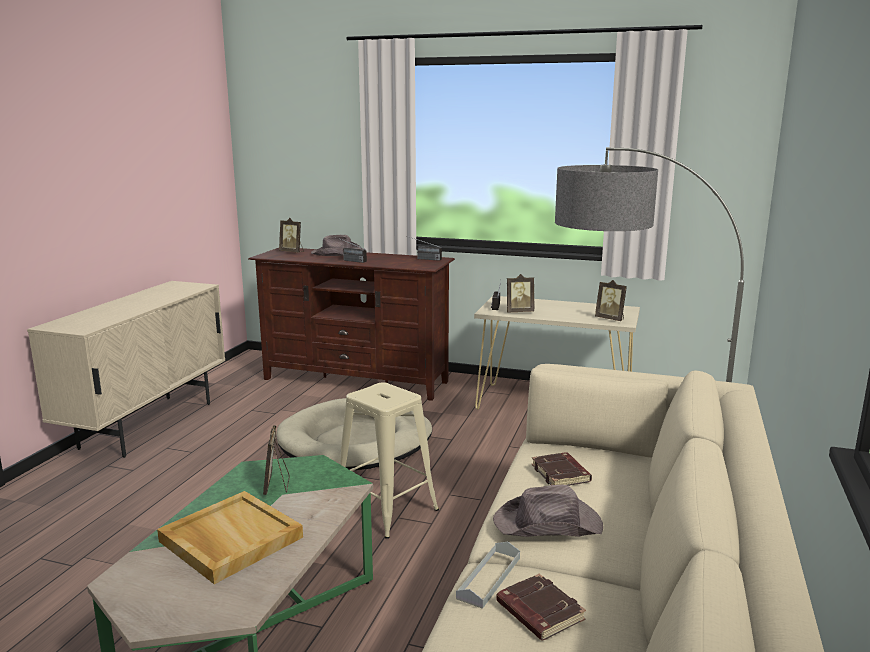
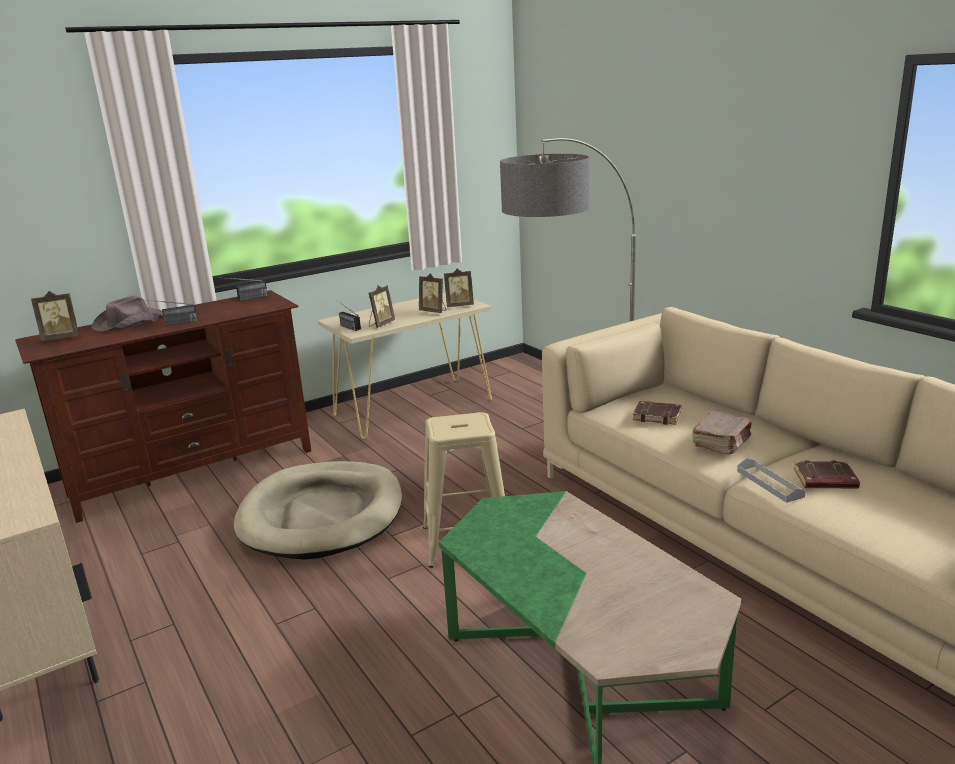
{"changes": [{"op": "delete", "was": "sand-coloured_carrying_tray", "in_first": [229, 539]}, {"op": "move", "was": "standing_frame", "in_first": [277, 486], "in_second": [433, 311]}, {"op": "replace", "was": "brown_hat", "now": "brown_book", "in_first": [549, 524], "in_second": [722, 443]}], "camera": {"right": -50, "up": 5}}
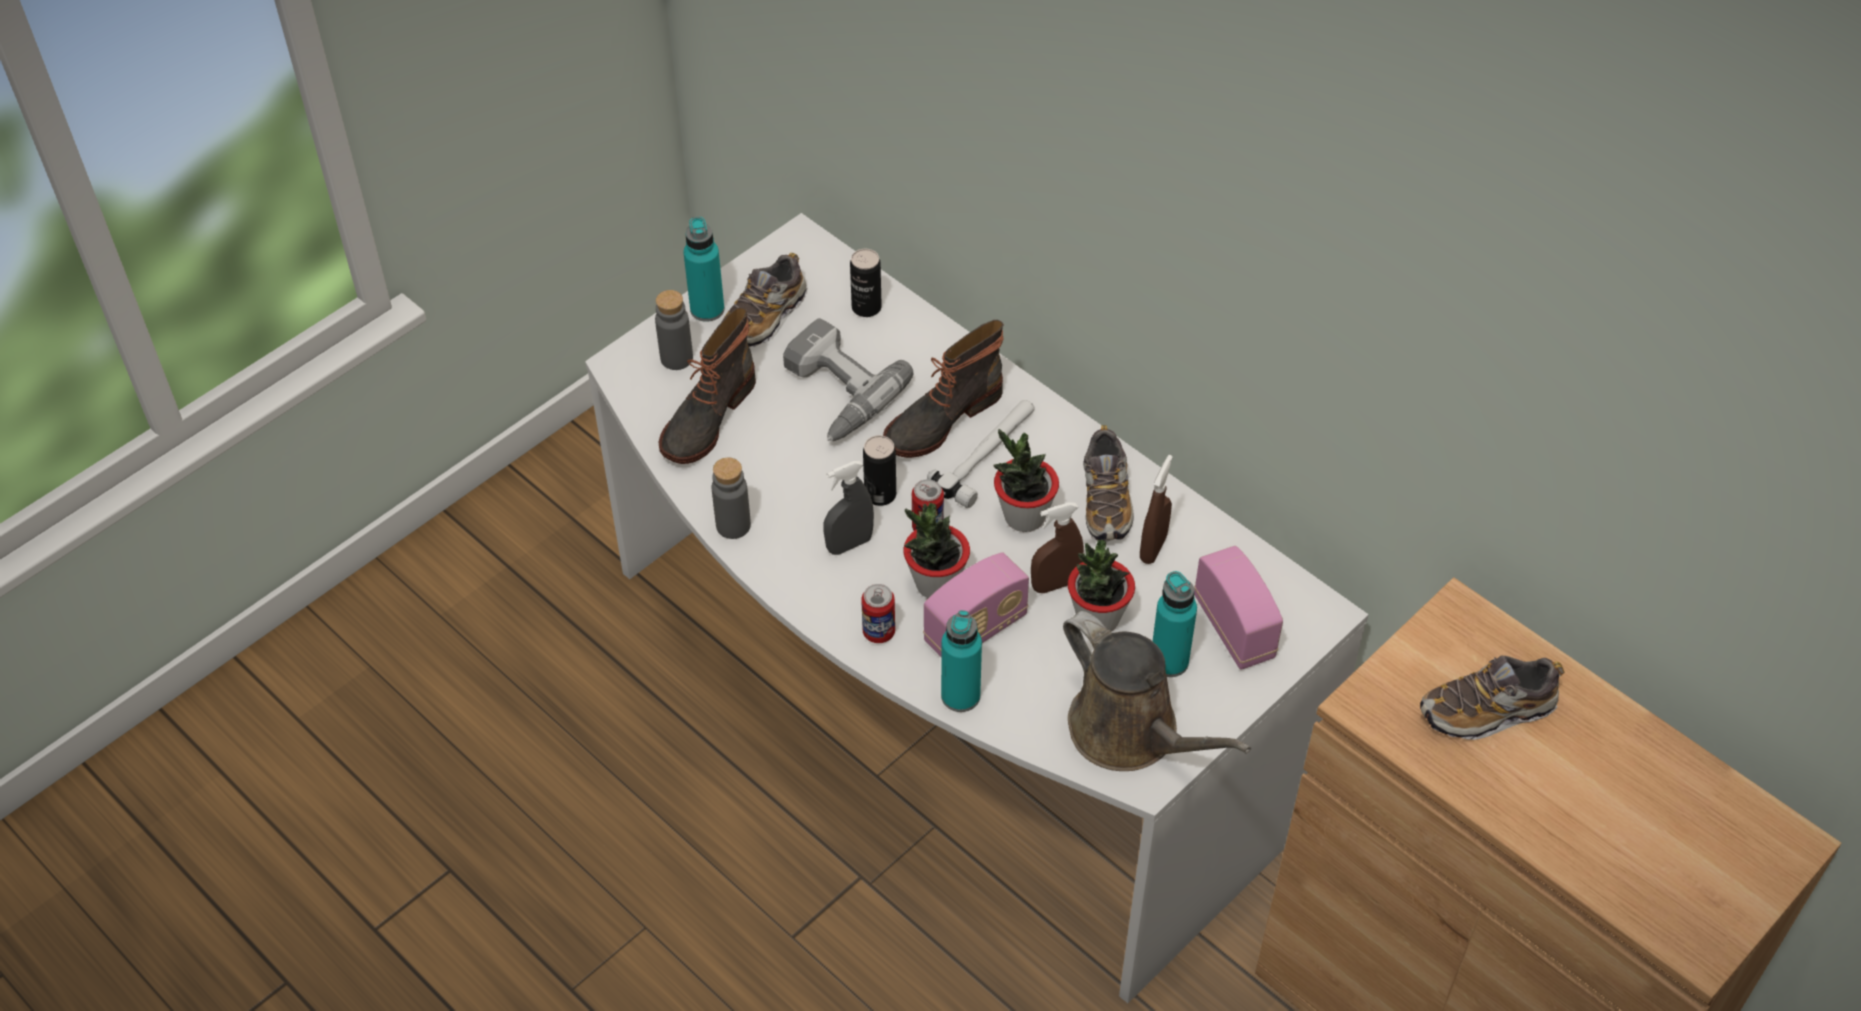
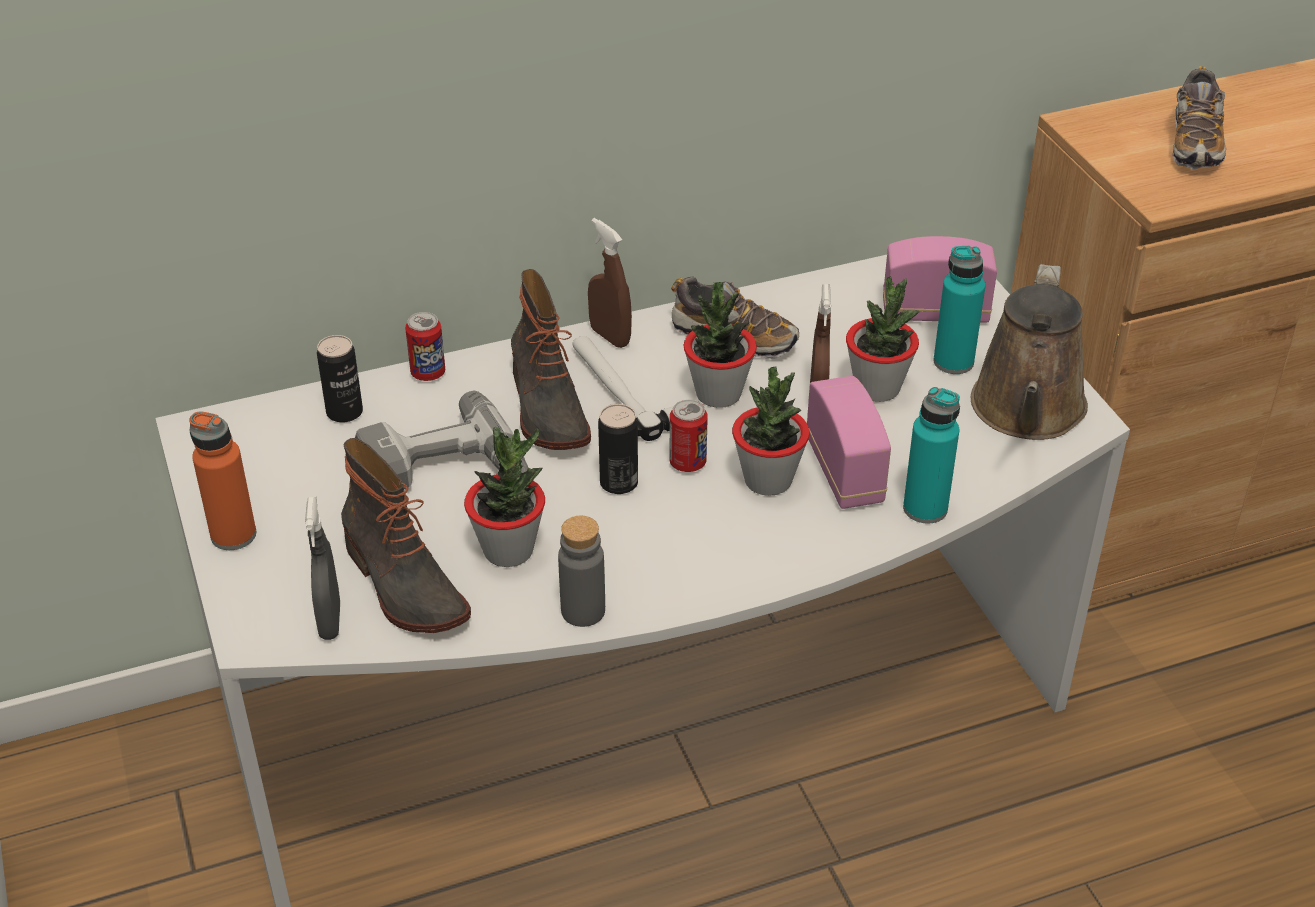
{"changes": [{"op": "delete", "was": "gray_drink_bottle", "in_first": [676, 358]}, {"op": "recolor", "was": "blue-green_drink_bottle", "now": "orange-coloured_drink_bottle", "in_first": [707, 309], "in_second": [233, 535]}, {"op": "delete", "was": "item_of_footwear", "in_first": [764, 318]}, {"op": "move", "was": "gray_sprayer", "in_first": [849, 544], "in_second": [330, 621]}, {"op": "move", "was": "metal_can", "in_first": [879, 632], "in_second": [428, 373]}, {"op": "rotate", "was": "brown_sprinkling_can", "in_first": [1131, 733], "in_second": [1027, 412], "clockwise": 120}, {"op": "move", "was": "brown_sprayer", "in_first": [1153, 548], "in_second": [610, 336]}, {"op": "insert", "now": "houseplant", "in_second": [509, 550]}], "camera": {"right": -65, "up": -10}}
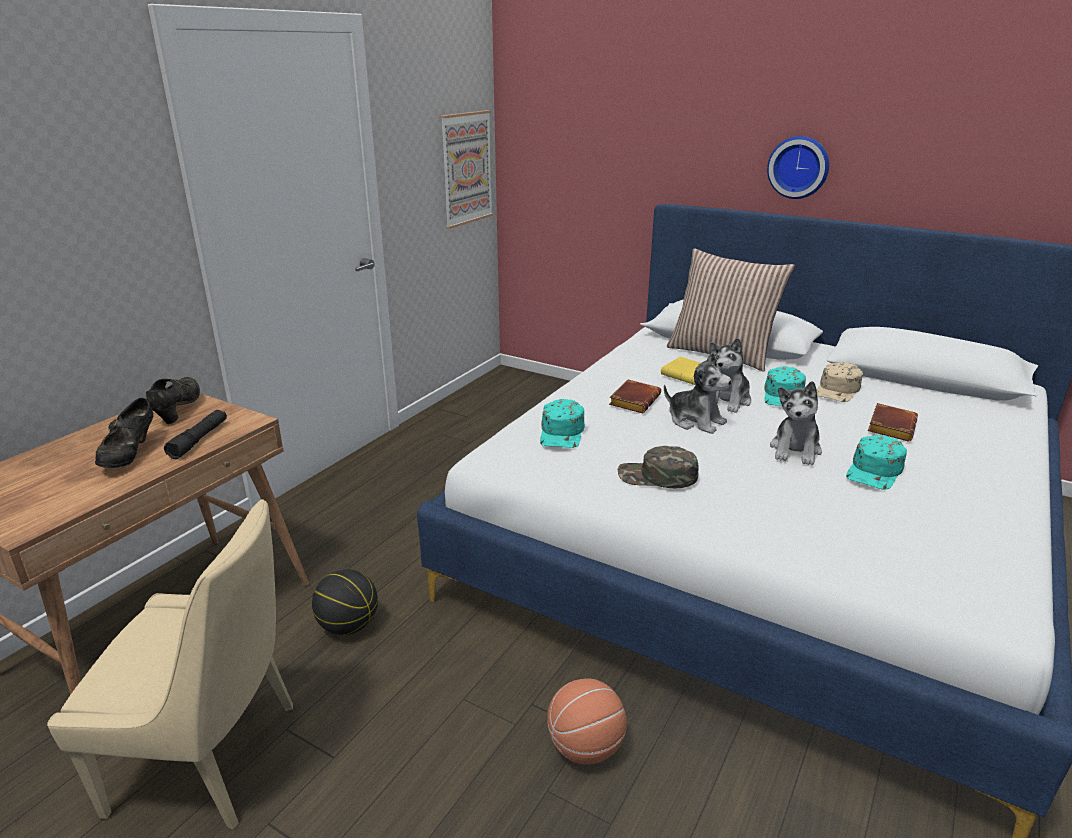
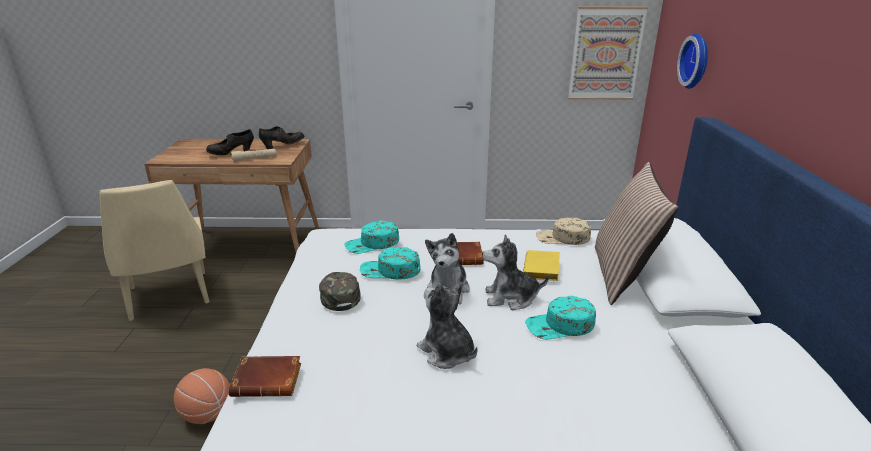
{"changes": [{"op": "recolor", "was": "black-coloured_torch", "now": "sand-coloured_torch", "in_first": [199, 440], "in_second": [255, 158]}, {"op": "delete", "was": "basketball", "in_first": [348, 626]}, {"op": "move", "was": "hanging_clock", "in_first": [799, 167], "in_second": [697, 61]}, {"op": "rotate", "was": "cuddly_toy", "in_first": [795, 450], "in_second": [447, 353], "clockwise": 60}, {"op": "move", "was": "sand-coloured_baseball_cap", "in_first": [837, 390], "in_second": [562, 238]}, {"op": "move", "was": "blue-green_baseball_cap", "in_first": [875, 471], "in_second": [390, 270]}, {"op": "move", "was": "brown_book", "in_first": [889, 426], "in_second": [269, 380]}], "camera": {"right": 60, "up": 0}}
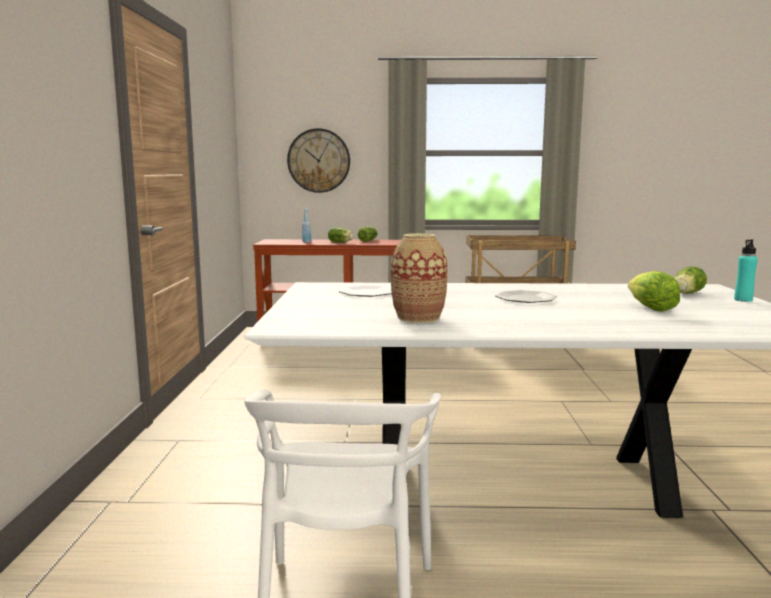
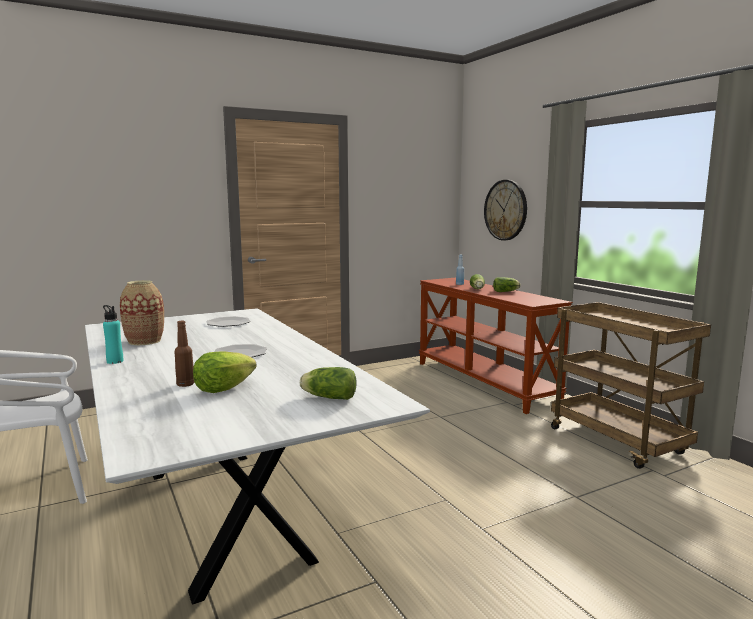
{"changes": [{"op": "move", "was": "blue-green_drink_bottle", "in_first": [743, 300], "in_second": [115, 361]}, {"op": "insert", "now": "brown_drink_bottle", "in_second": [185, 384]}], "camera": {"right": 60, "up": 0}}
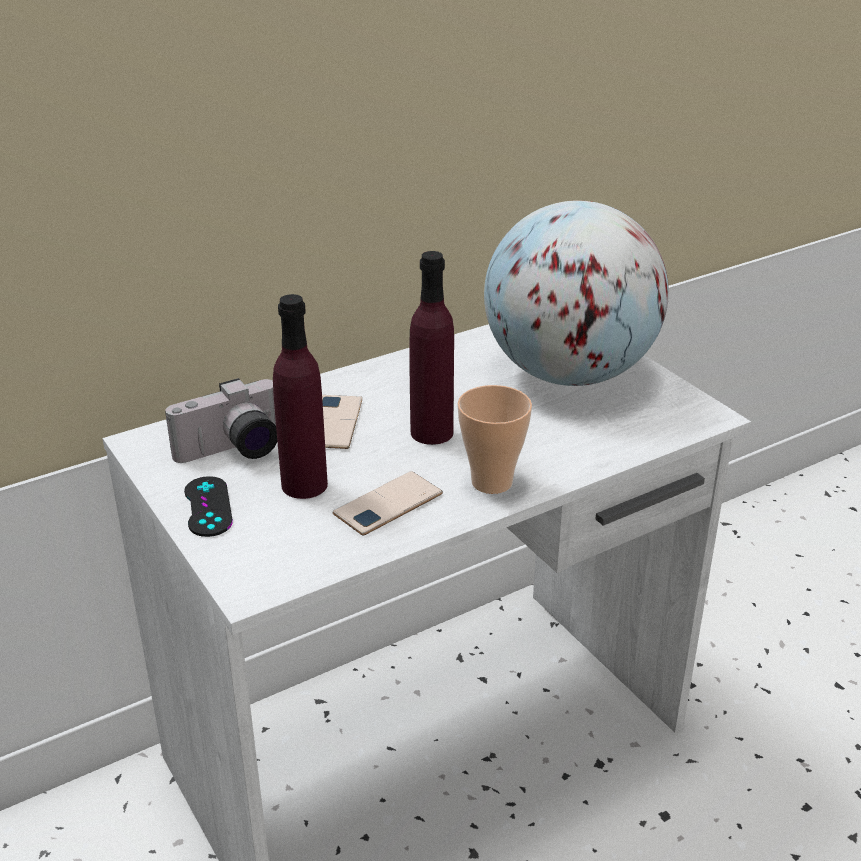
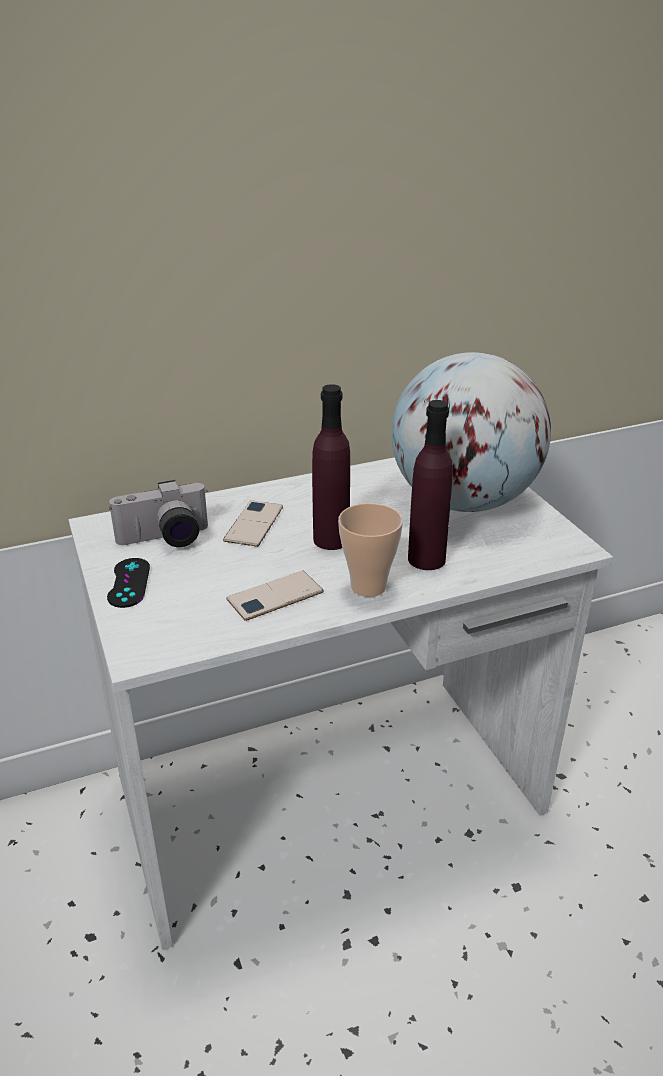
{"changes": [{"op": "move", "was": "purple-coloured_drink_bottle", "in_first": [304, 485], "in_second": [426, 559]}], "camera": {"right": 10, "up": 0}}
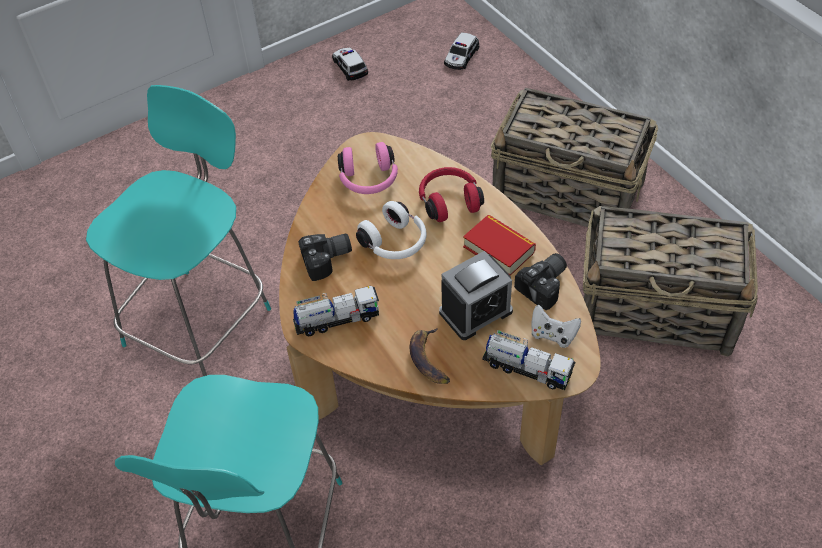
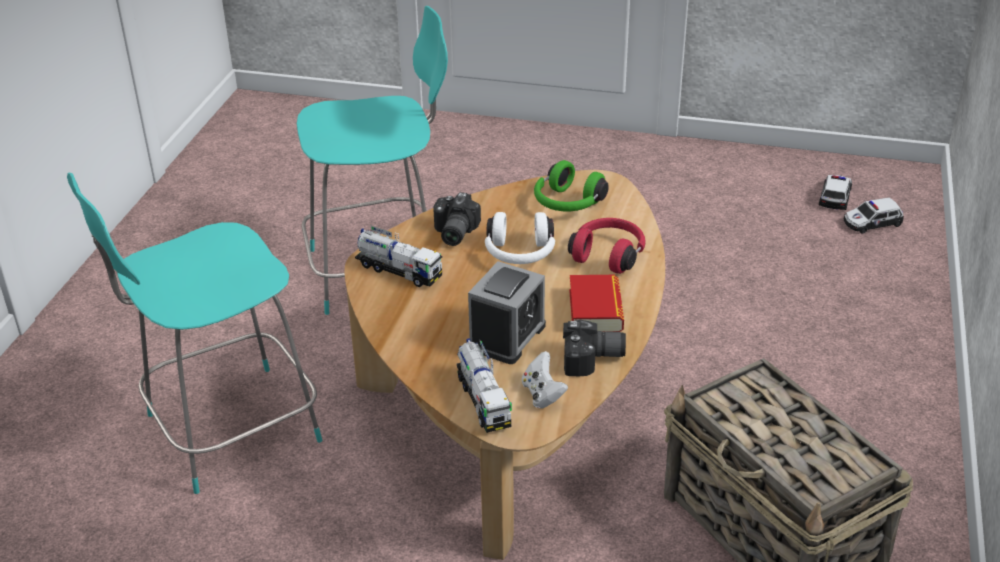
{"changes": [{"op": "rotate", "was": "still_camera", "in_first": [328, 261], "in_second": [452, 233], "clockwise": 75}, {"op": "move", "was": "model_car", "in_first": [350, 67], "in_second": [835, 196]}, {"op": "recolor", "was": "pink_headset", "now": "green-coloured_headset", "in_first": [369, 180], "in_second": [567, 203]}, {"op": "delete", "was": "banana", "in_first": [428, 359]}, {"op": "rotate", "was": "table_clock", "in_first": [475, 311], "in_second": [507, 336], "clockwise": -75}, {"op": "delete", "was": "storage_basket", "in_first": [569, 194]}], "camera": {"right": 45, "up": -15}}
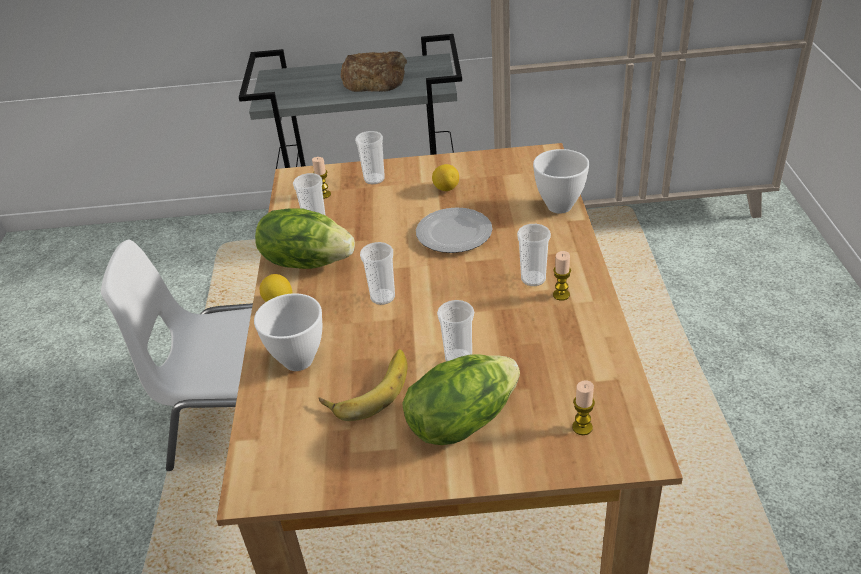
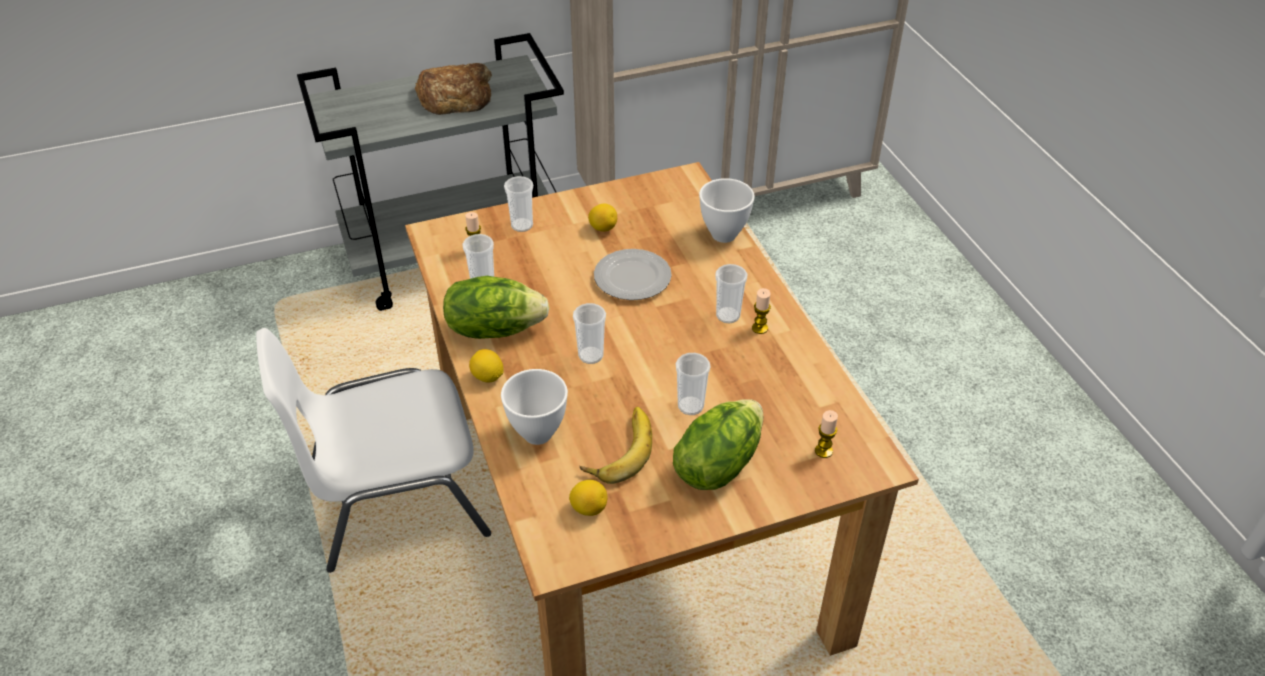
{"changes": [{"op": "insert", "now": "whole_lemon", "in_second": [589, 508]}], "camera": {"right": -20, "up": 5}}
